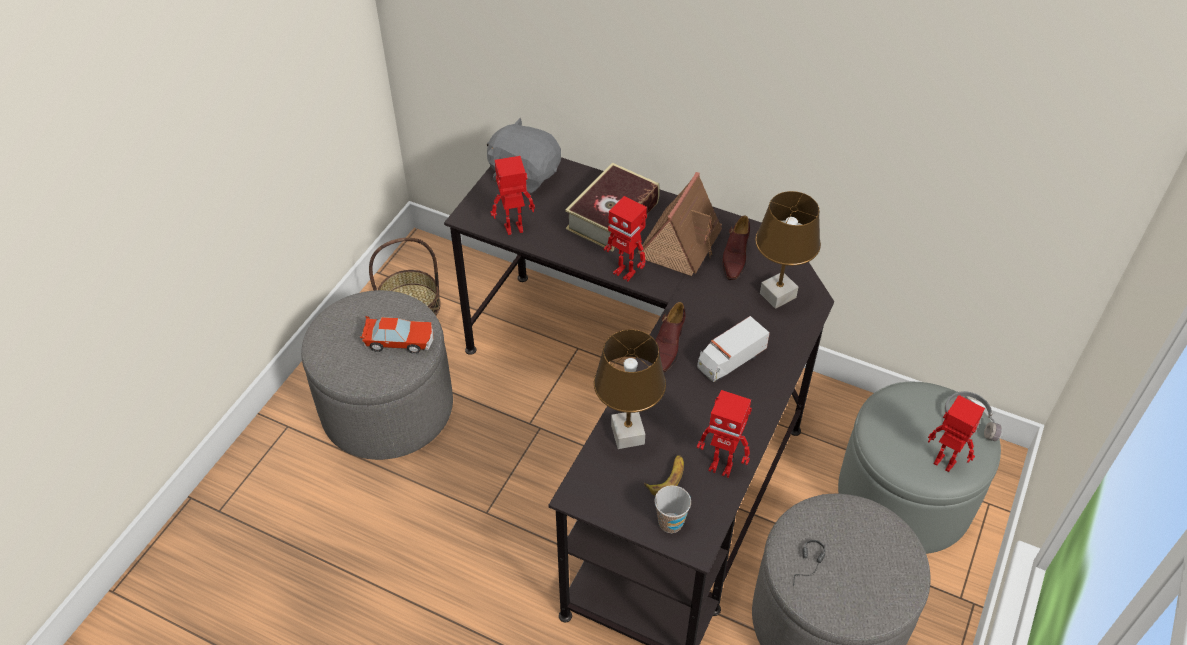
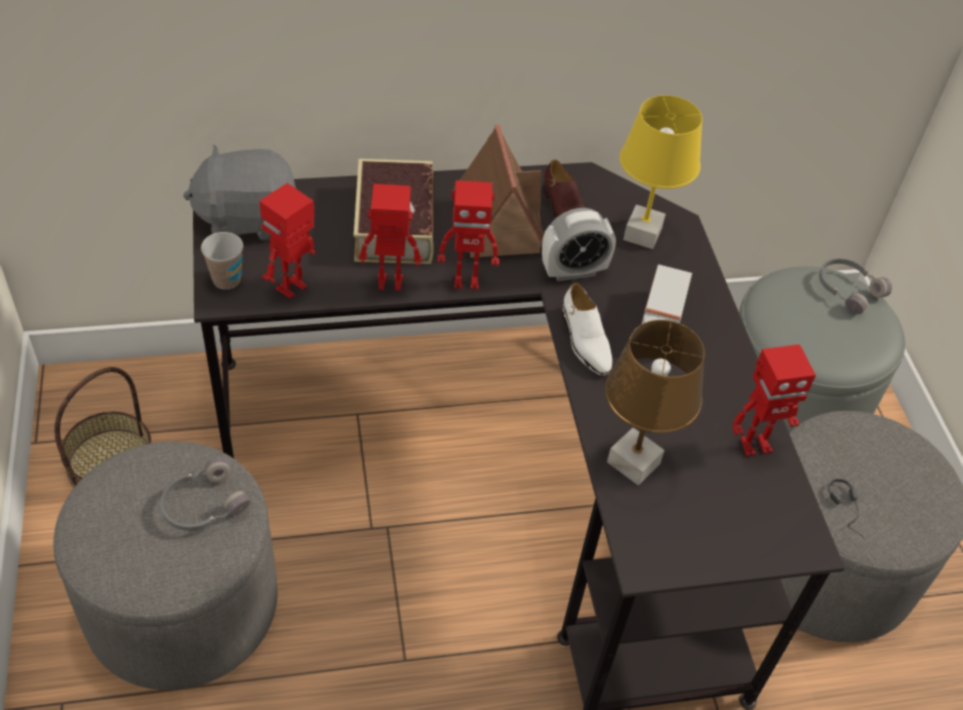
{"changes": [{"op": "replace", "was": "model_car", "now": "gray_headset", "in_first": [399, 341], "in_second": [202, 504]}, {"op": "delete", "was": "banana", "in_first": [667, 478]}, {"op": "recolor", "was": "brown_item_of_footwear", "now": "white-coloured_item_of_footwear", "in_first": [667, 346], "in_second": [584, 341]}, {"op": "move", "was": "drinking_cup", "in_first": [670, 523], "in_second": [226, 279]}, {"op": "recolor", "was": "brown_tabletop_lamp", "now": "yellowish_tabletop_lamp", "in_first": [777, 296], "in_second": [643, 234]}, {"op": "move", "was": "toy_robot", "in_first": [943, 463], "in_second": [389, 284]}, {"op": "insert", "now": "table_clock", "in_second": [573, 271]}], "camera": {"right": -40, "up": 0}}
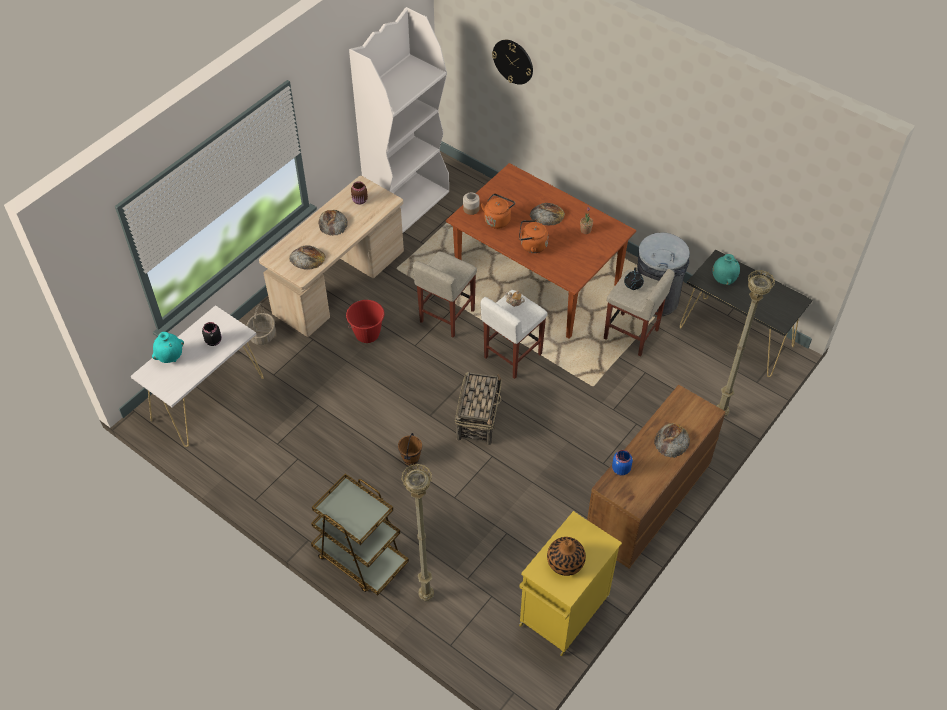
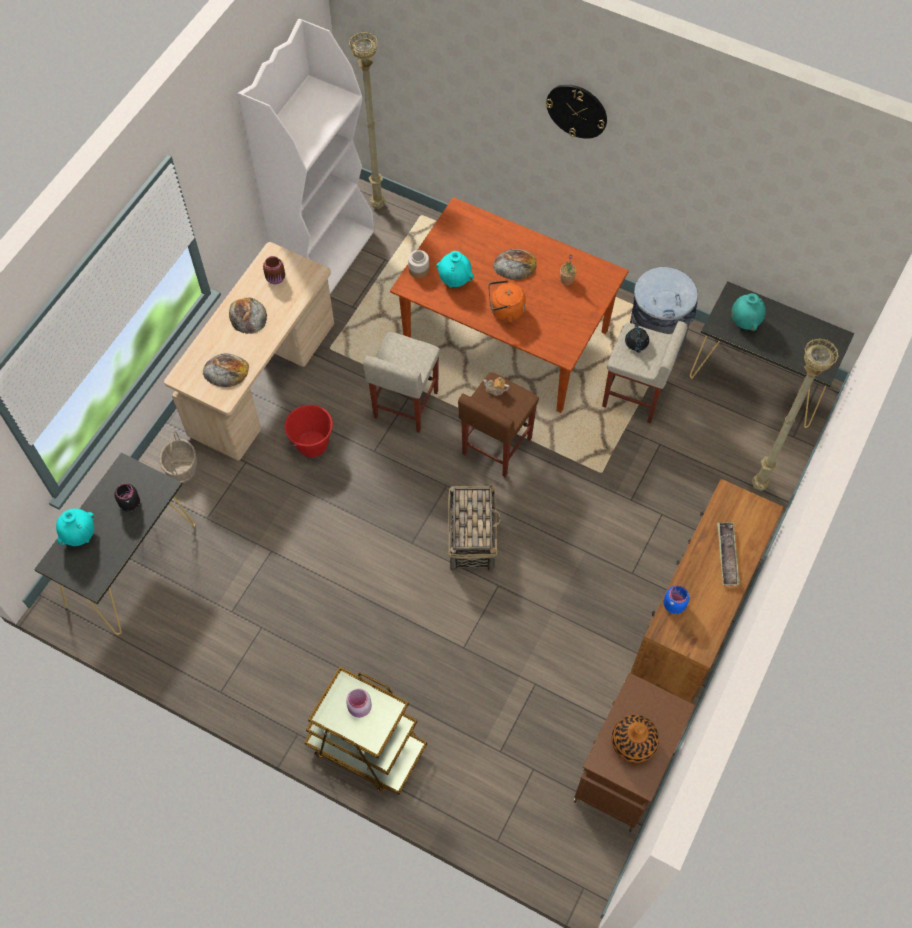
{"changes": [{"op": "recolor", "was": "white-coloured_console_table", "now": "black-coloured_console_table", "in_first": [208, 398], "in_second": [131, 564]}, {"op": "delete", "was": "brown_bucket", "in_first": [411, 459]}, {"op": "move", "was": "sand-coloured_standing_lamp", "in_first": [425, 597], "in_second": [377, 206]}, {"op": "replace", "was": "orange-coloured_tea_kettle", "now": "blue-green_vase", "in_first": [497, 220], "in_second": [455, 280]}, {"op": "recolor", "was": "white-coloured_stool", "now": "brown_stool", "in_first": [512, 356], "in_second": [496, 447]}, {"op": "move", "was": "hanging_clock", "in_first": [513, 61], "in_second": [577, 110]}, {"op": "recolor", "was": "yellowish_storage_cabinet", "now": "brown_storage_cabinet", "in_first": [563, 612], "in_second": [621, 775]}, {"op": "replace", "was": "bread", "now": "carrying_tray", "in_first": [671, 440], "in_second": [727, 556]}, {"op": "insert", "now": "pink_preserve_jar", "in_second": [359, 708]}], "camera": {"right": -10, "up": 10}}
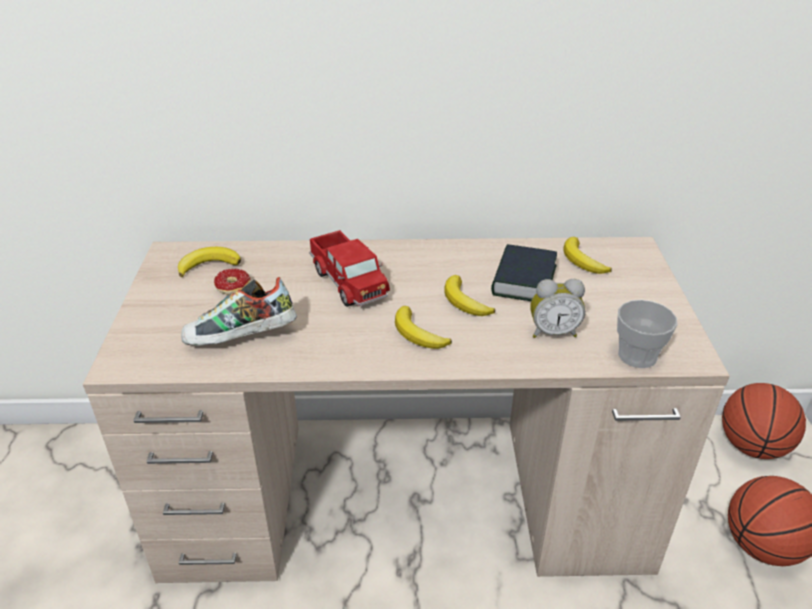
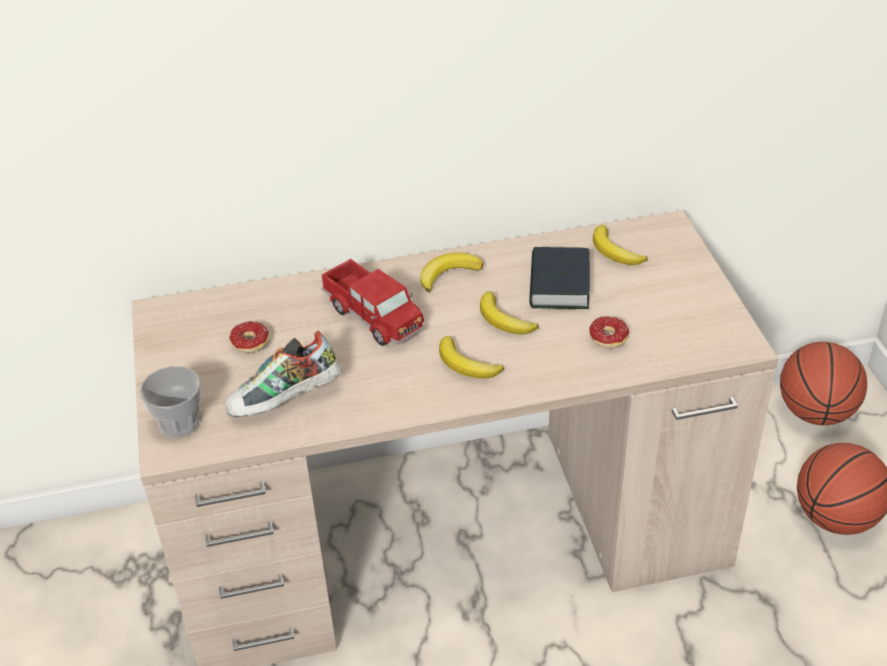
{"changes": [{"op": "move", "was": "banana", "in_first": [208, 265], "in_second": [448, 274]}, {"op": "replace", "was": "table_clock", "now": "ring_doughnut", "in_first": [552, 332], "in_second": [601, 340]}, {"op": "move", "was": "drinking_cup", "in_first": [637, 355], "in_second": [179, 423]}], "camera": {"right": -10, "up": 5}}
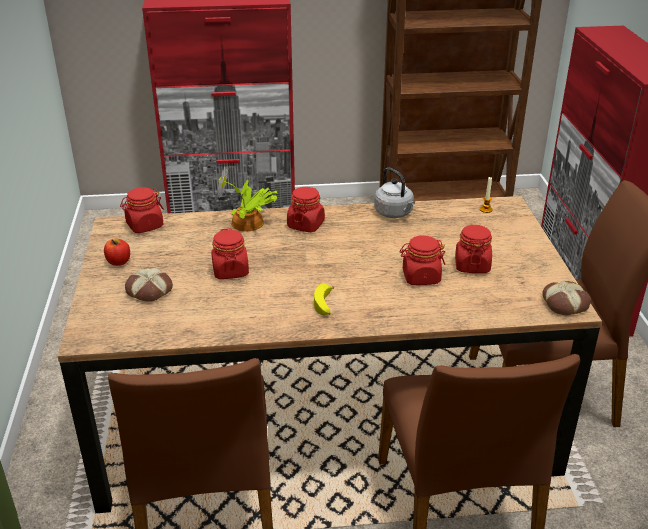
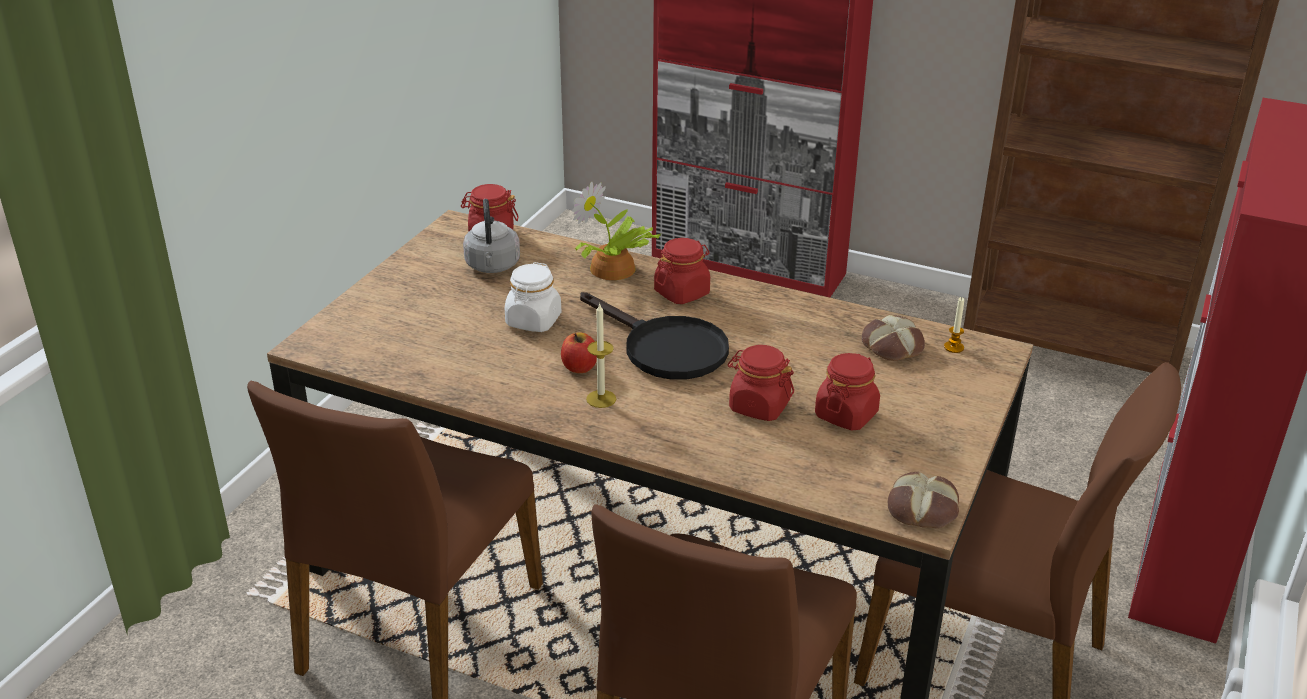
{"changes": [{"op": "move", "was": "whole_apple", "in_first": [119, 262], "in_second": [579, 367]}, {"op": "move", "was": "bread", "in_first": [148, 290], "in_second": [891, 346]}, {"op": "recolor", "was": "reddish_preserve_jar", "now": "white-coloured_preserve_jar", "in_first": [230, 271], "in_second": [533, 321]}, {"op": "replace", "was": "banana", "now": "candle", "in_first": [325, 305], "in_second": [601, 399]}, {"op": "move", "was": "gray_tea_kettle", "in_first": [394, 213], "in_second": [492, 266]}, {"op": "insert", "now": "black-coloured_skillet", "in_second": [664, 348]}], "camera": {"right": 30, "up": 0}}
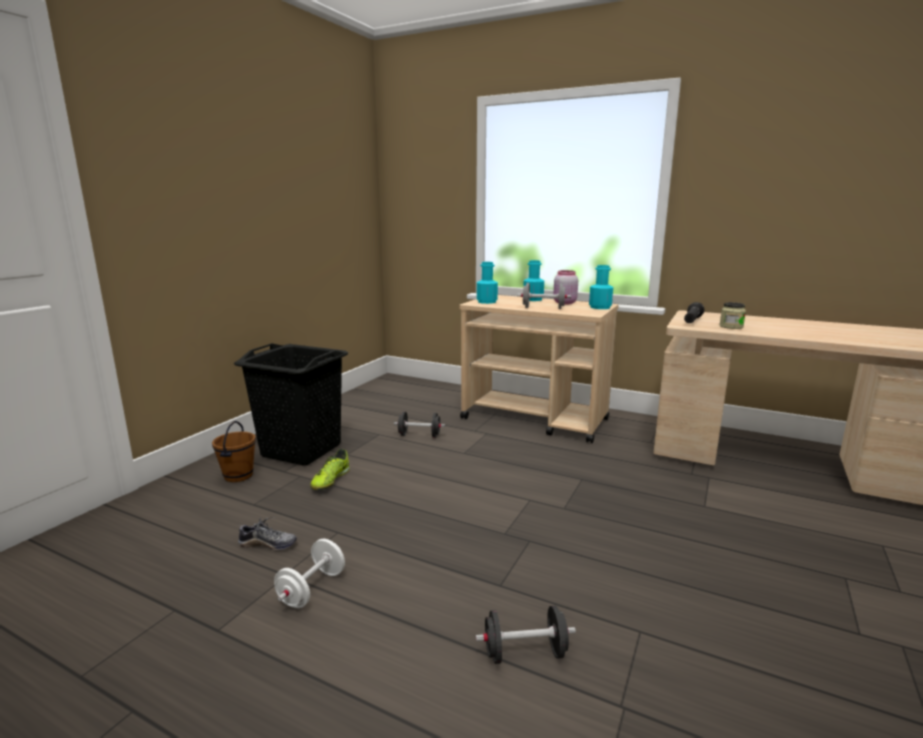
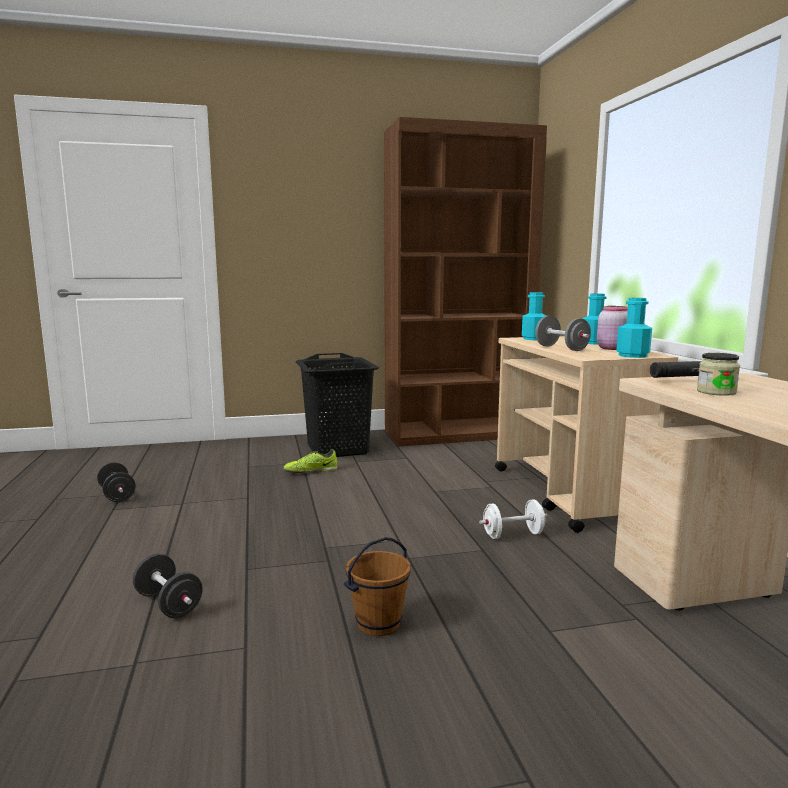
{"changes": [{"op": "move", "was": "brown_bucket", "in_first": [239, 476], "in_second": [379, 624]}, {"op": "delete", "was": "item_of_footwear", "in_first": [268, 544]}, {"op": "move", "was": "white-coloured_hand_weight", "in_first": [312, 589], "in_second": [513, 534]}, {"op": "move", "was": "black-coloured_hand_weight", "in_first": [419, 435], "in_second": [117, 495]}, {"op": "insert", "now": "brown_bookcase", "in_second": [457, 434]}], "camera": {"right": 50, "up": -5}}
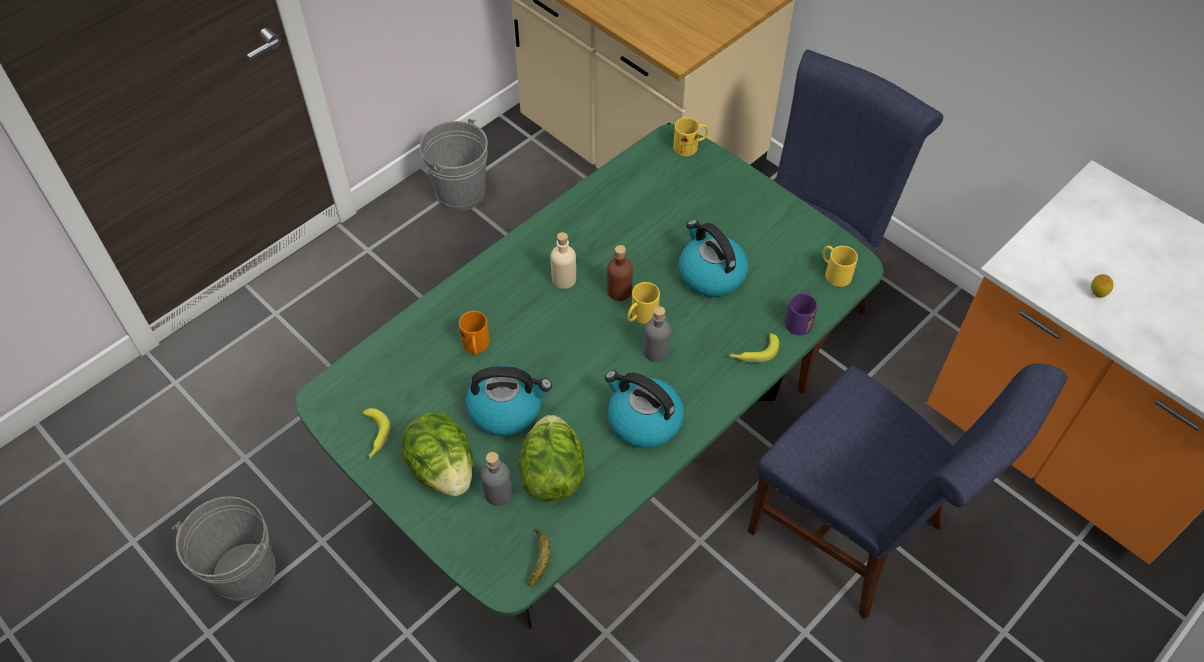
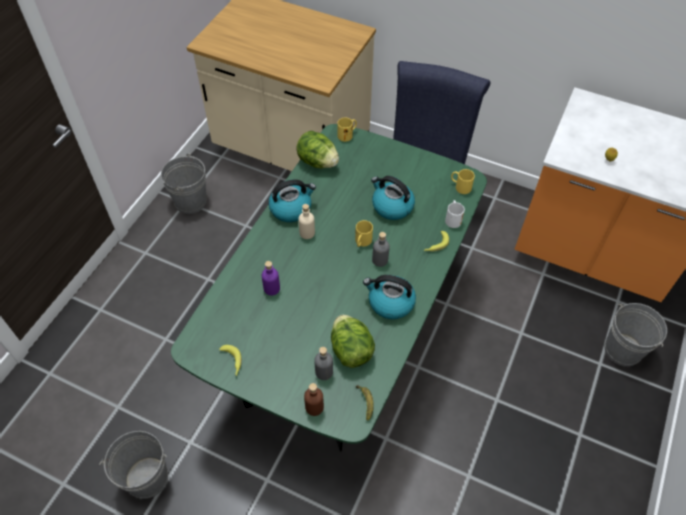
{"changes": [{"op": "move", "was": "lettuce", "in_first": [443, 469], "in_second": [318, 162]}, {"op": "replace", "was": "orange-coloured_tea_mug", "now": "purple-coloured_drink_bottle", "in_first": [476, 347], "in_second": [272, 288]}, {"op": "move", "was": "tea_kettle", "in_first": [506, 409], "in_second": [291, 208]}, {"op": "move", "was": "brown_drink_bottle", "in_first": [619, 291], "in_second": [314, 407]}, {"op": "delete", "was": "bluish_chair", "in_first": [857, 534]}, {"op": "recolor", "was": "purple-coloured_tea_mug", "now": "white-coloured_tea_mug", "in_first": [799, 319], "in_second": [452, 218]}, {"op": "insert", "now": "gray_bucket", "in_second": [622, 349]}], "camera": {"right": -20, "up": 0}}
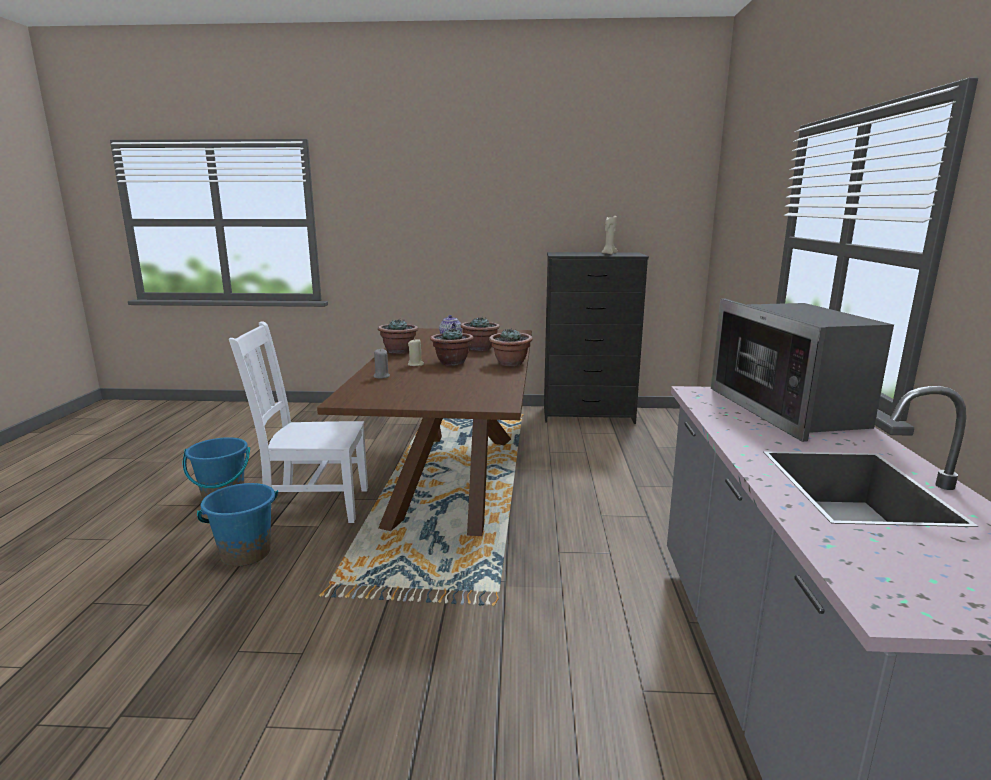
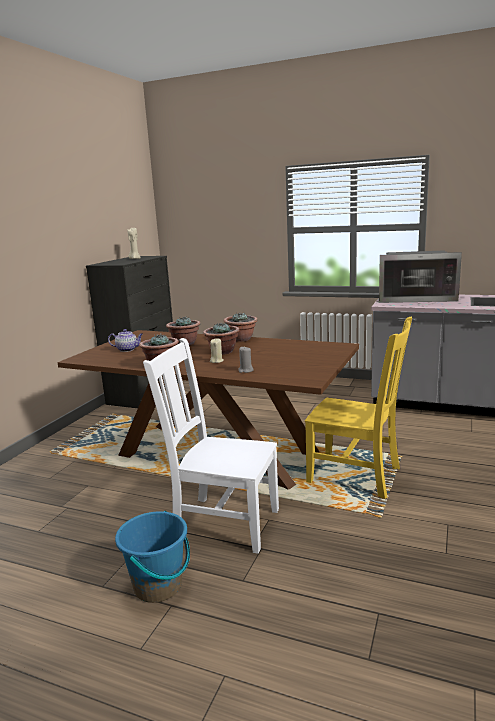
{"changes": [{"op": "delete", "was": "bluish_bucket", "in_first": [245, 553]}, {"op": "rotate", "was": "white-coloured_chair", "in_first": [313, 504], "in_second": [223, 522], "clockwise": 90}, {"op": "insert", "now": "yellowish_chair", "in_second": [357, 475]}], "camera": {"right": -70, "up": 0}}
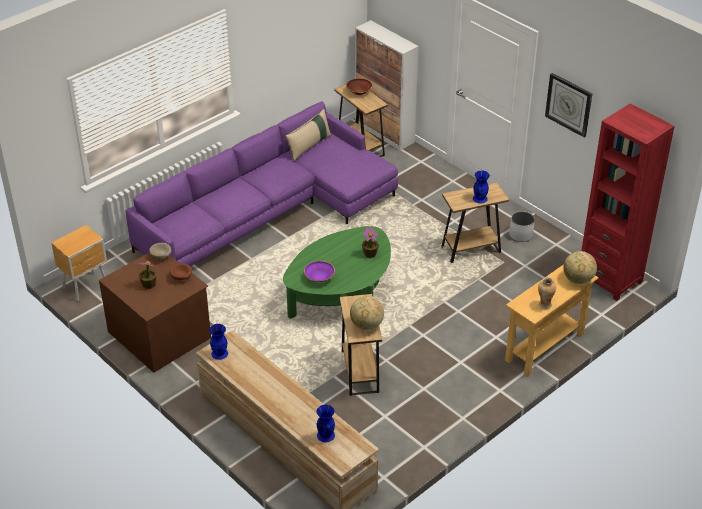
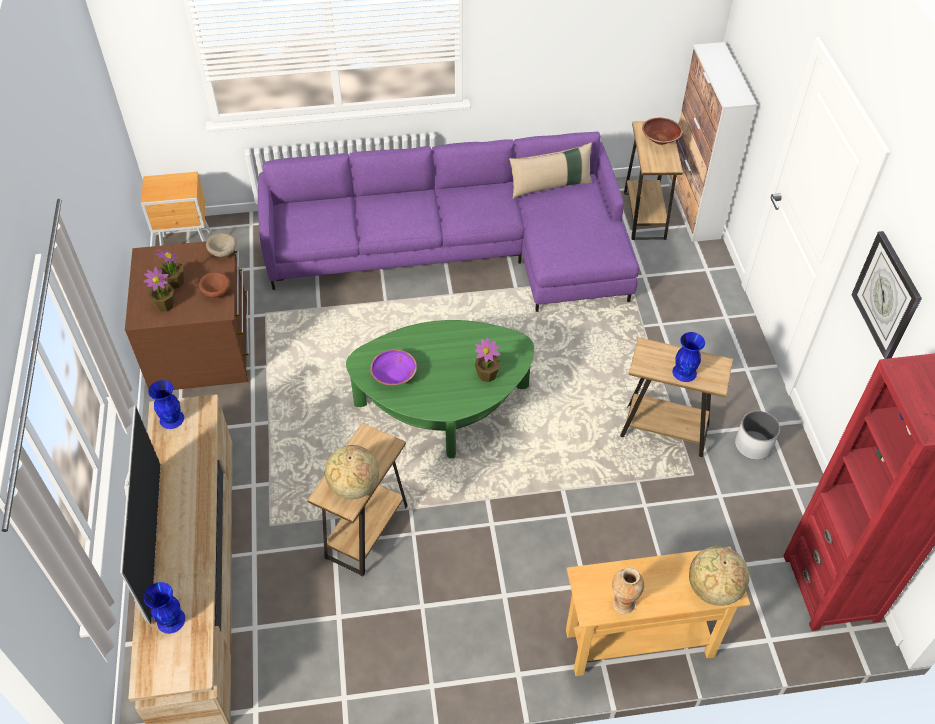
{"changes": [{"op": "insert", "now": "TV", "in_second": [153, 541]}, {"op": "insert", "now": "houseplant", "in_second": [165, 305]}], "camera": {"right": 35, "up": 10}}
